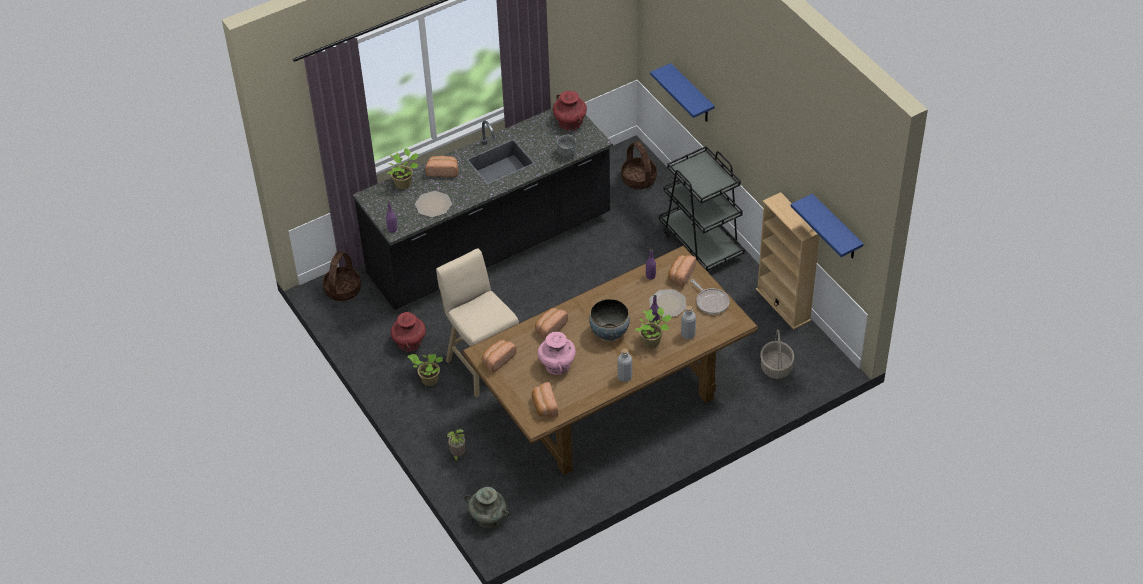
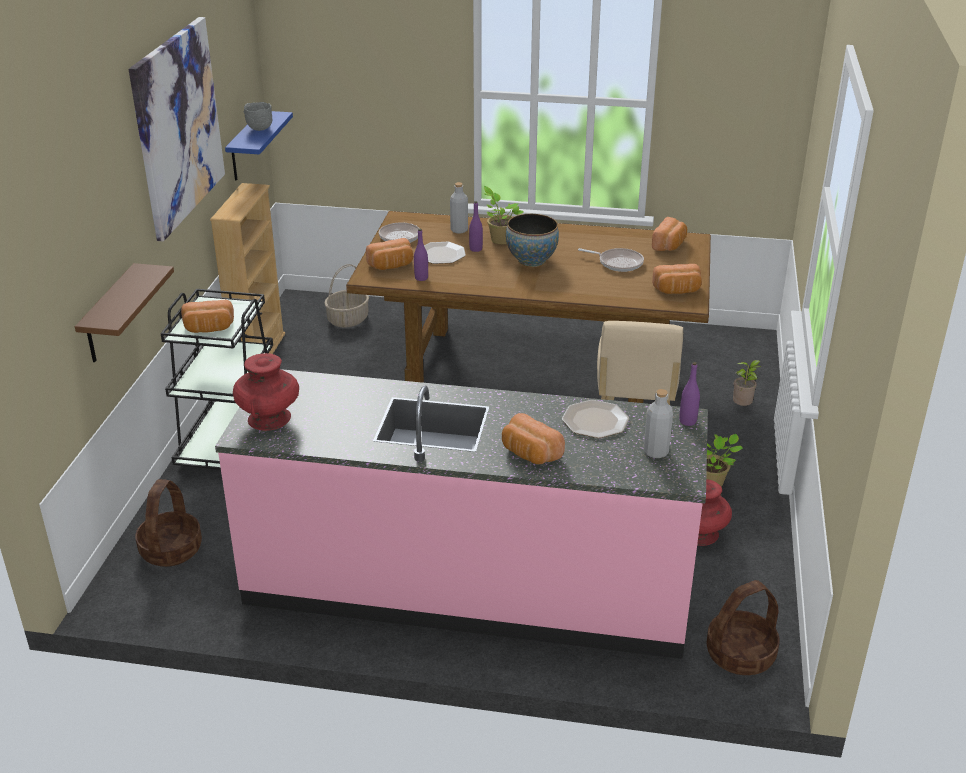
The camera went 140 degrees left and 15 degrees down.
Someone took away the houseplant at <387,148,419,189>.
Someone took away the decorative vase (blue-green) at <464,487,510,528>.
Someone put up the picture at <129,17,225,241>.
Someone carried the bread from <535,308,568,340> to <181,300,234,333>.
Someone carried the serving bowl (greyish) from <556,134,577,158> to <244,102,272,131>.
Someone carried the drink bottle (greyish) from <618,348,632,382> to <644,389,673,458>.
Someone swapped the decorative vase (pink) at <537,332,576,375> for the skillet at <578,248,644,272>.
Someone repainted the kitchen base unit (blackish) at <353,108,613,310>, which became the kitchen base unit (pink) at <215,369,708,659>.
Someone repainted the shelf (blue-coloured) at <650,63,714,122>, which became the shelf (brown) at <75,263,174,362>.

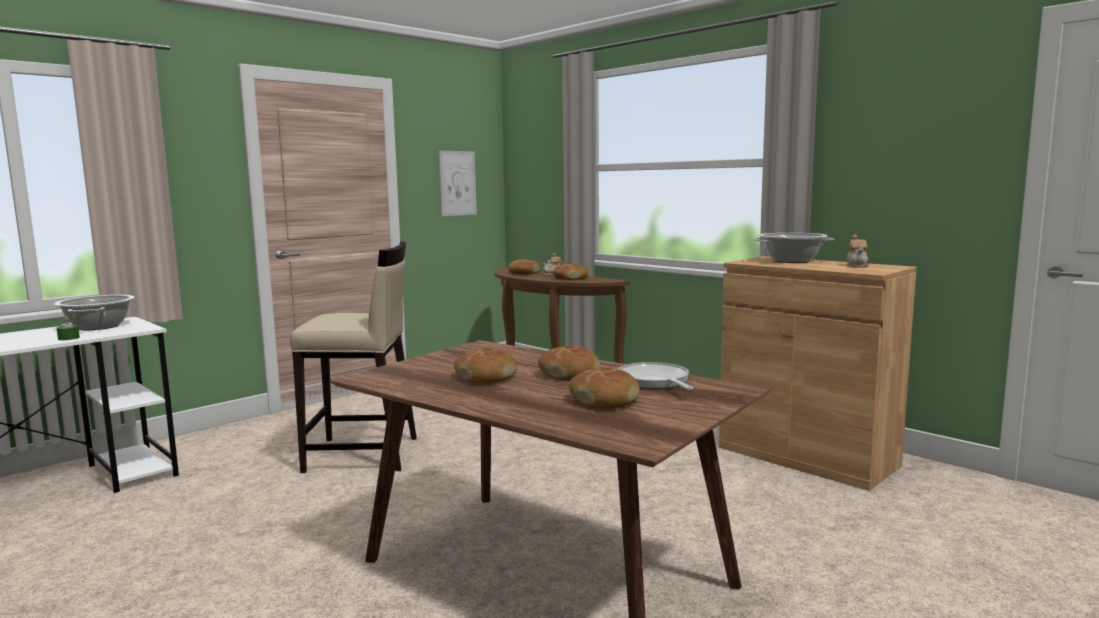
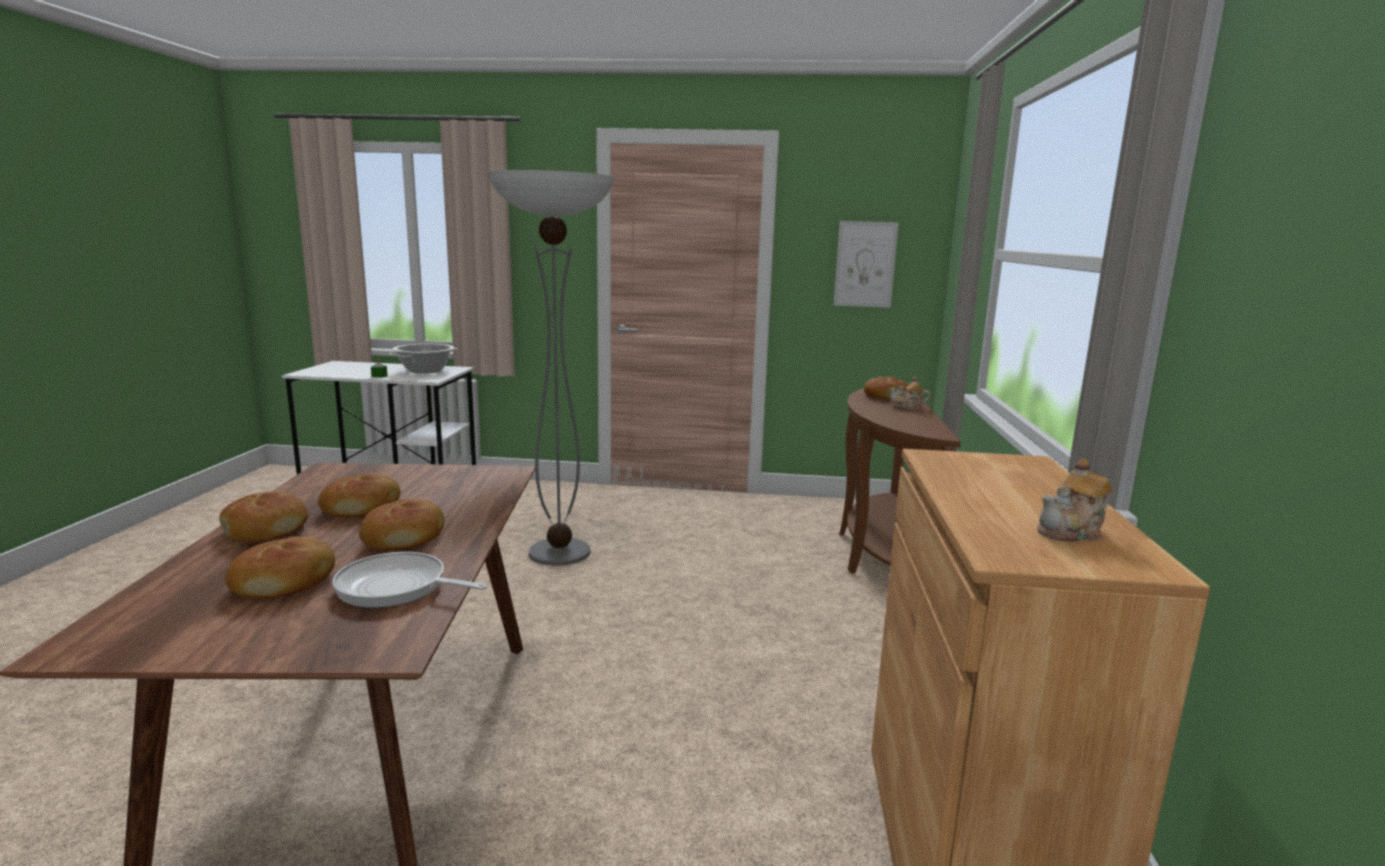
The camera went 50 degrees right and 5 degrees up.
Someone took away the saucepot at <752,233,834,263>.
Someone carried the bread from <553,263,588,280> to <219,491,308,542>.
Someone swapped the stool seat (beige-coloured) at <290,241,417,473> for the floor lamp at <489,170,613,566>.
Someone rotated the skillet at <618,362,693,390> by 105 degrees counterclockwise.

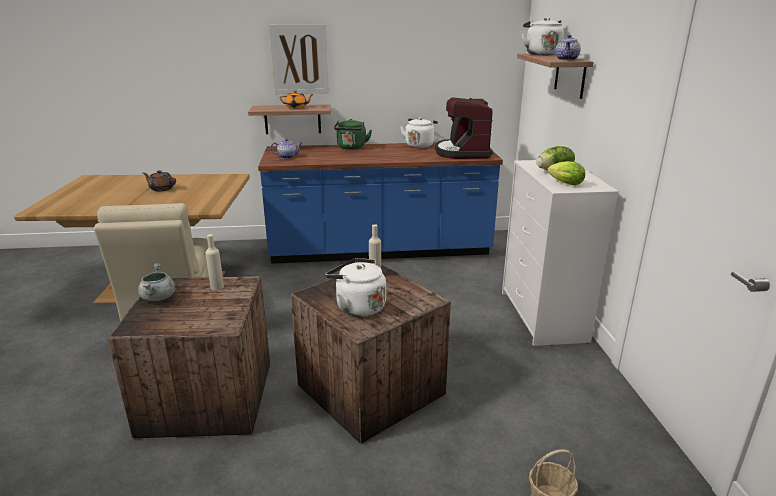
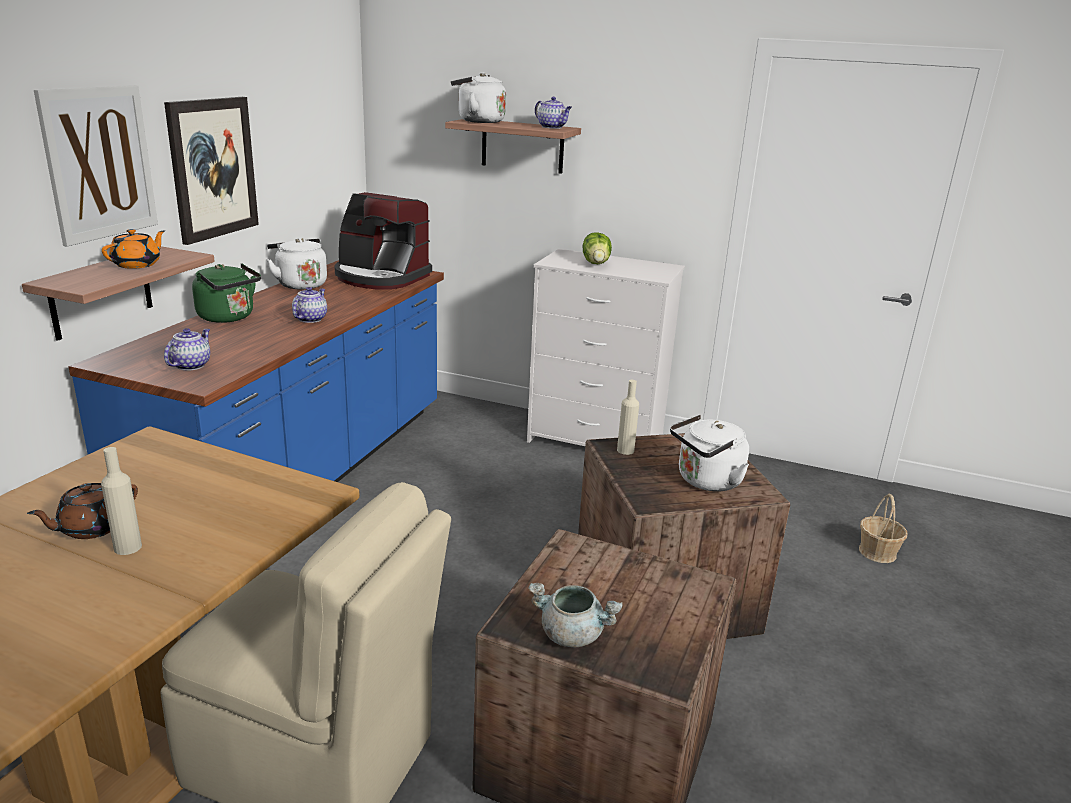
The camera went 65 degrees left and 0 degrees up.
Someone took away the head of lettuce at <547,161,585,185>.
Someone put up the picture at <164,97,259,245>.
Someone put down the tea pot at <292,287,327,323>.
Someone carried the drink bottle (beige-coloured) from <205,234,224,290> to <101,447,142,555>.

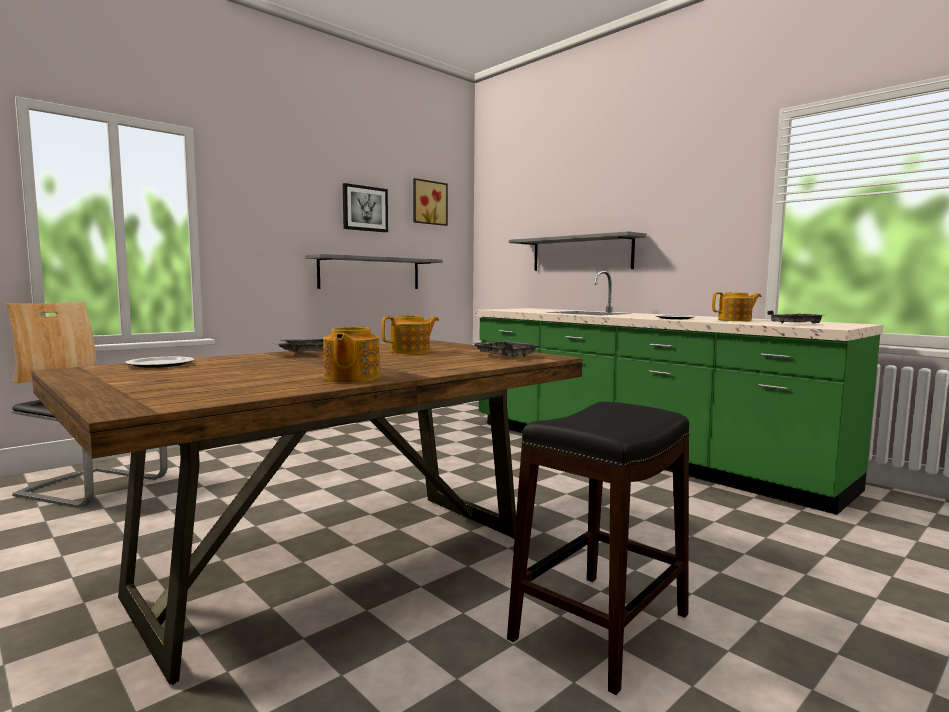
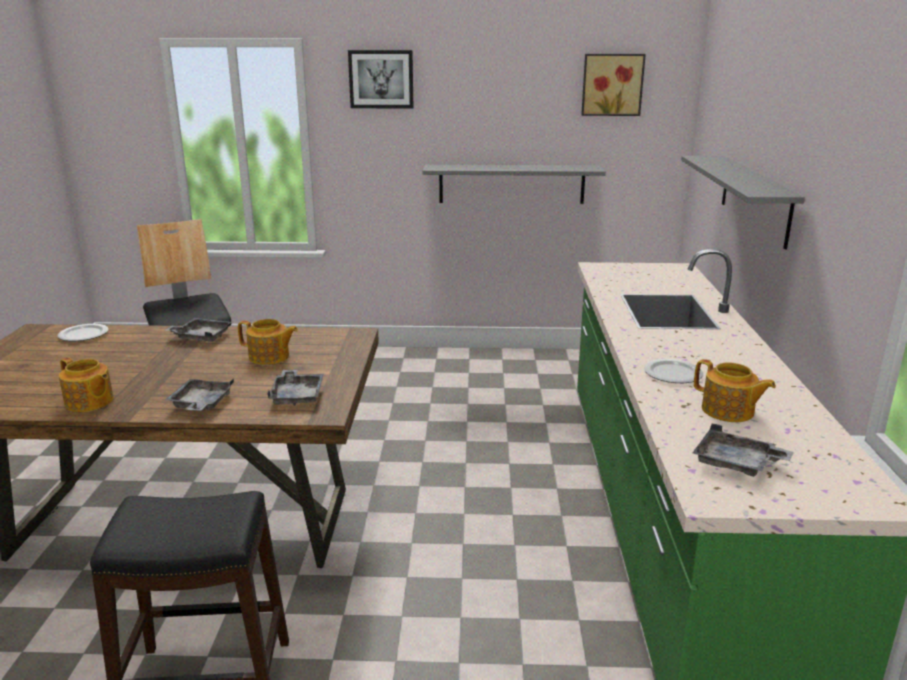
The camera went 45 degrees right and 15 degrees up.
Someone put down the carrying tray (greyish) at <165,379,234,411>.
Someone carried the picture from <343,183,388,232> to <348,50,414,108>.
Someone rotated the tea pot at <323,326,380,382> by 105 degrees counterclockwise.

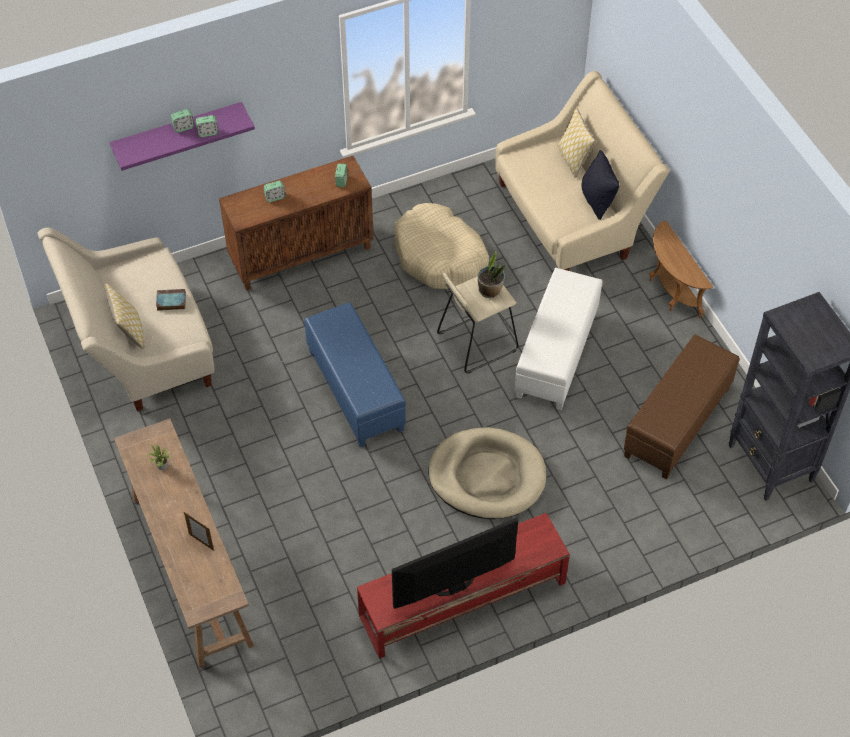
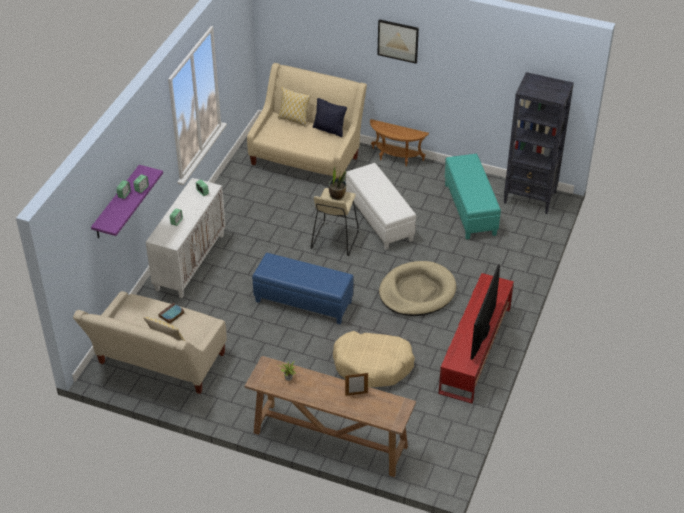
The camera went 45 degrees left and 10 degrees down.
Someone put up the picture at <377,19,419,64>.
Someone carried the dog cushion (beige-coloured) from <394,203,489,289> to <333,331,415,387>.
Someone repainted the cupboard (brown) at <219,156,374,290>, which became the cupboard (white-coloured) at <146,178,226,298>.
Someone repainted the pouffe (brown) at <624,334,740,480>, which became the pouffe (blue-green) at <445,154,501,240>.

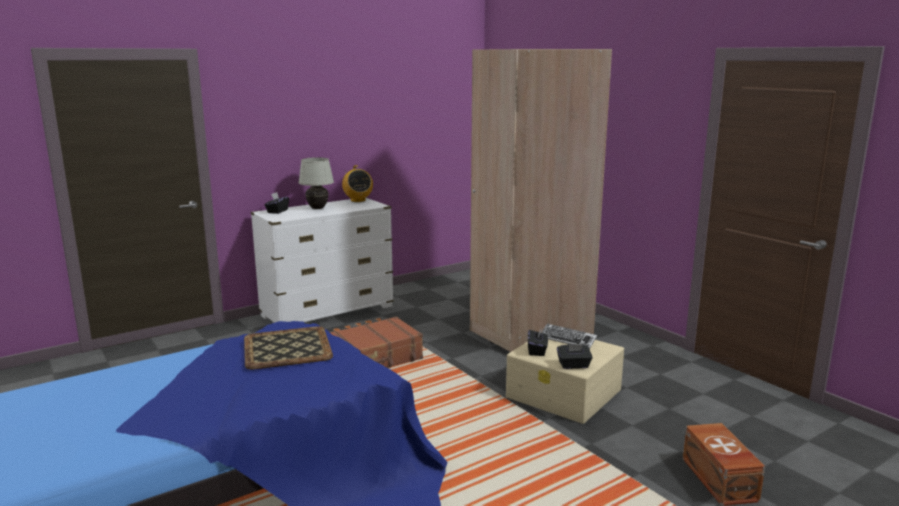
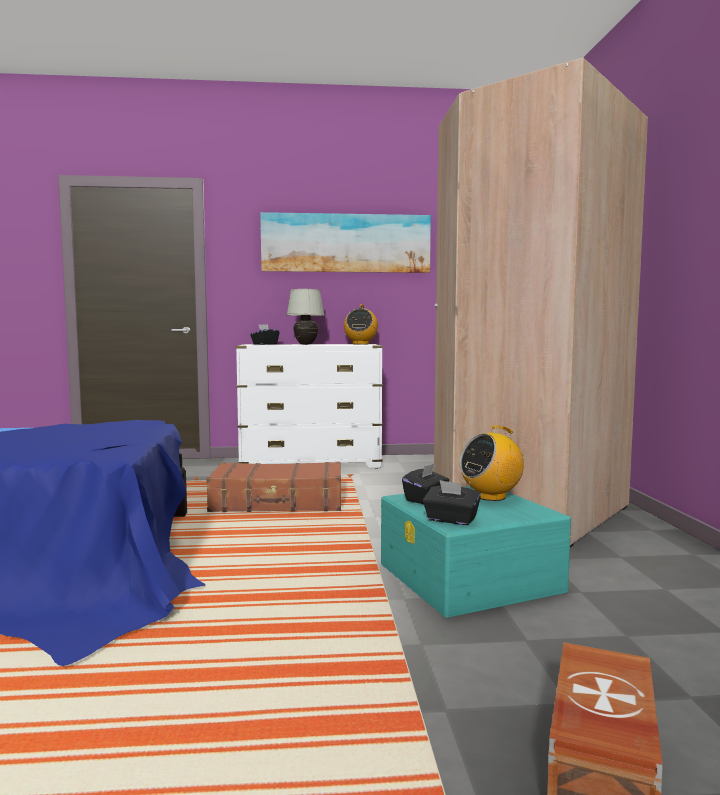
The camera went 30 degrees right and 10 degrees down.
Someone took away the carrying tray at <244,326,333,370>.
Someone put up the picture at <260,212,431,273>.
Someone swapped the computer keyboard at <541,324,597,349> for the radio receiver at <459,425,524,501>.
Someone repainted the storage container (beige-coloured) at <506,340,624,424>, which became the storage container (blue-green) at <381,486,572,618>.

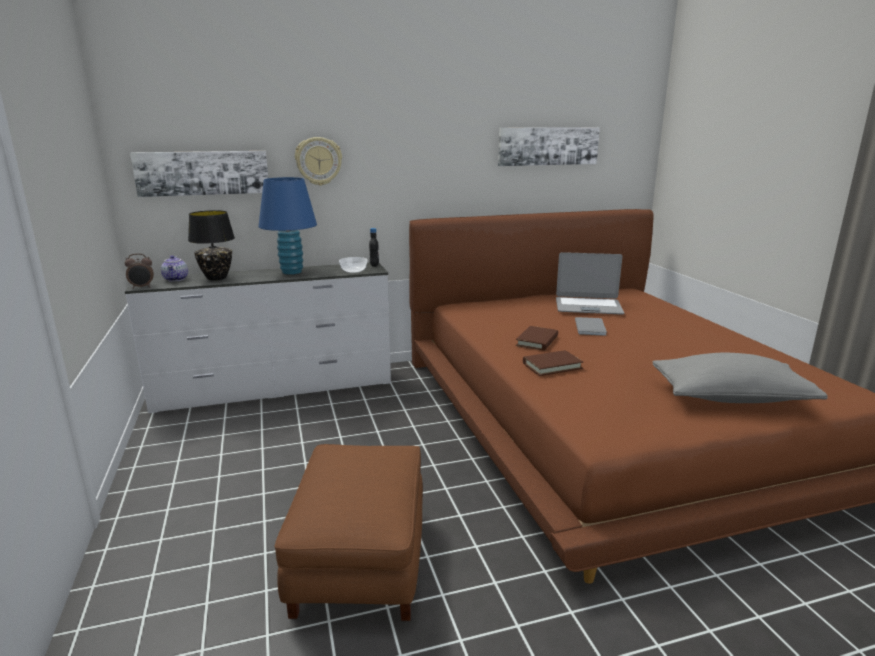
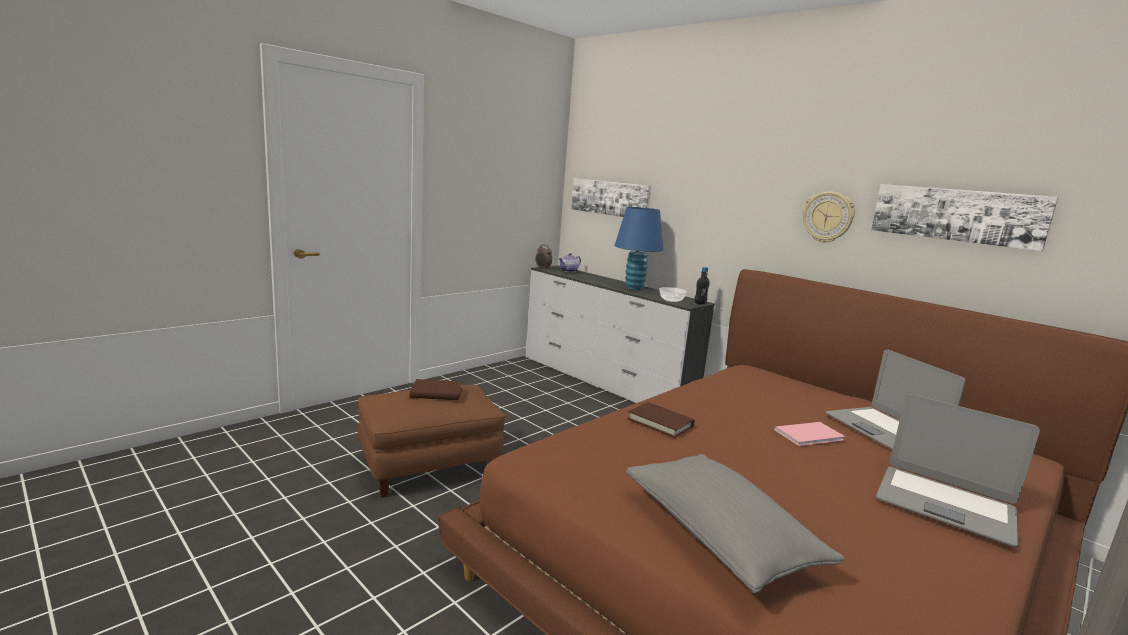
The camera went 60 degrees right and 5 degrees down.
Someone took away the lamp for a table (blackish) at <188,210,235,280>.
Someone put down the laptop at <876,394,1040,547>.
Someone carried the clock on the wall from <295,137,342,186> to <803,191,855,243>.
Someone carried the bound book (brown) from <516,326,558,351> to <409,379,462,400>.
Someone repainted the bound book (greyish) at <575,317,607,336>, which became the bound book (pink) at <774,422,845,446>.

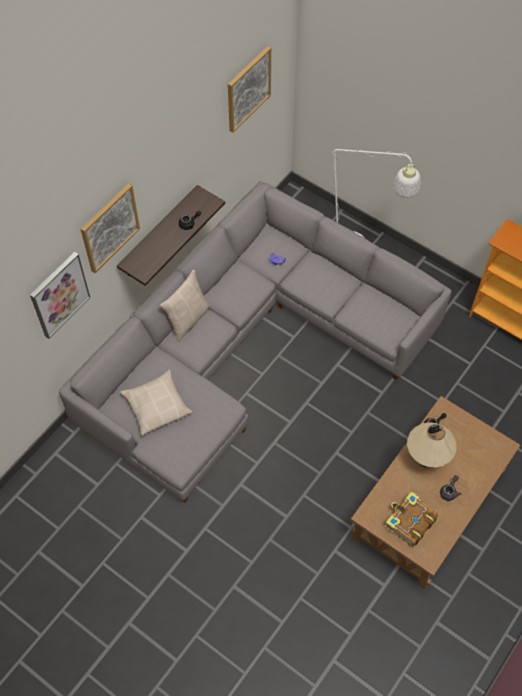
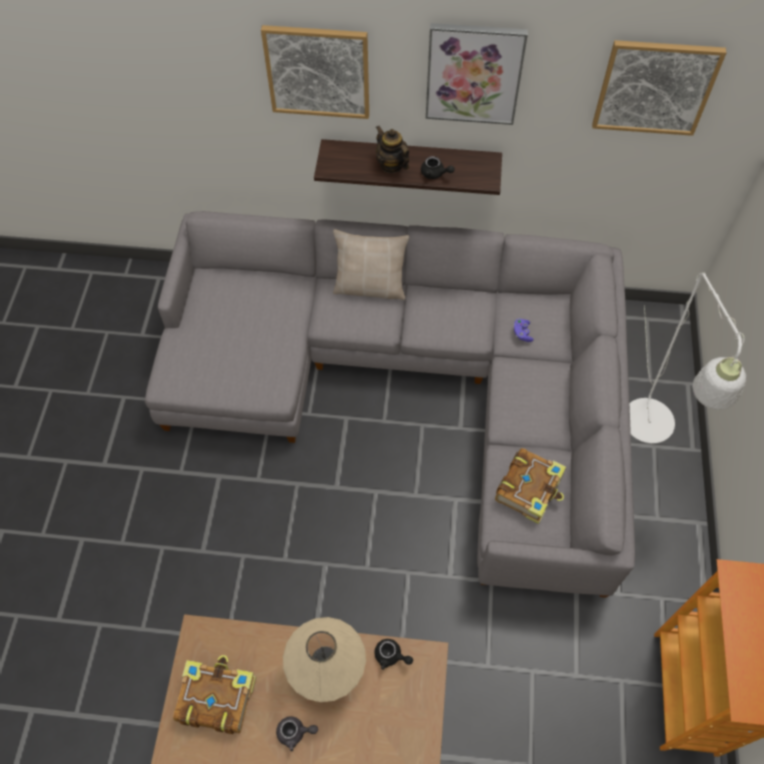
The camera went 60 degrees right and 0 degrees up.
Someone took away the cushion (beige-coloured) at <120,370,192,436>.
Someone put down the tea pot at <376,126,409,173>.
Someone put down the bound book at <495,448,566,524>.
Someone carried the picture from <30,252,90,339> to <426,23,528,125>.

